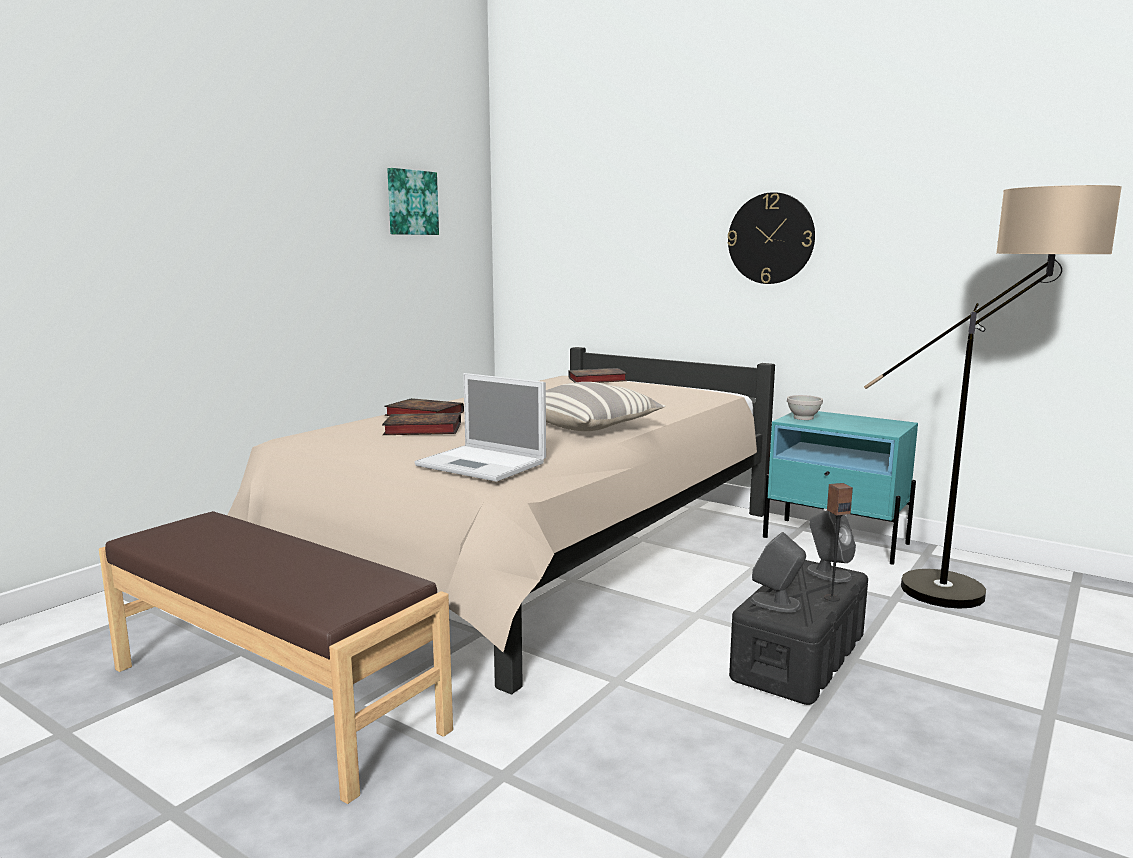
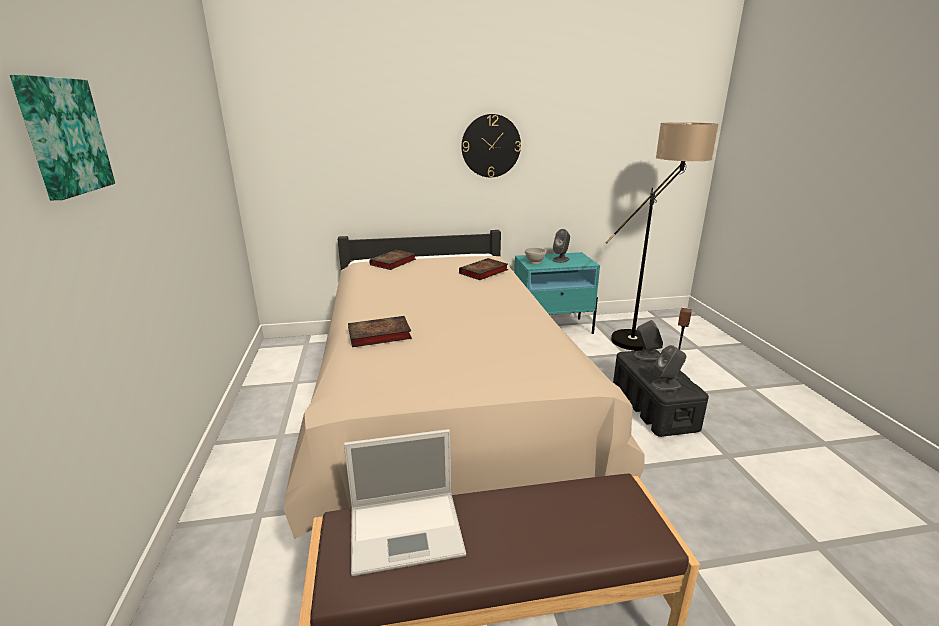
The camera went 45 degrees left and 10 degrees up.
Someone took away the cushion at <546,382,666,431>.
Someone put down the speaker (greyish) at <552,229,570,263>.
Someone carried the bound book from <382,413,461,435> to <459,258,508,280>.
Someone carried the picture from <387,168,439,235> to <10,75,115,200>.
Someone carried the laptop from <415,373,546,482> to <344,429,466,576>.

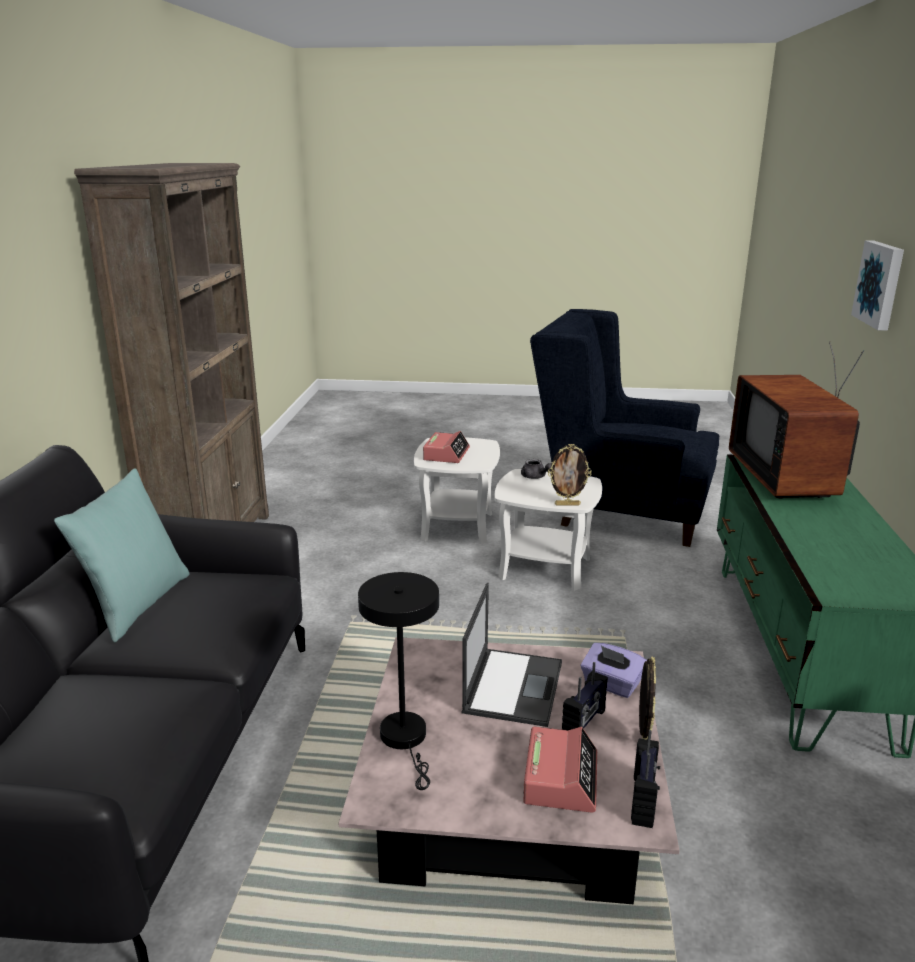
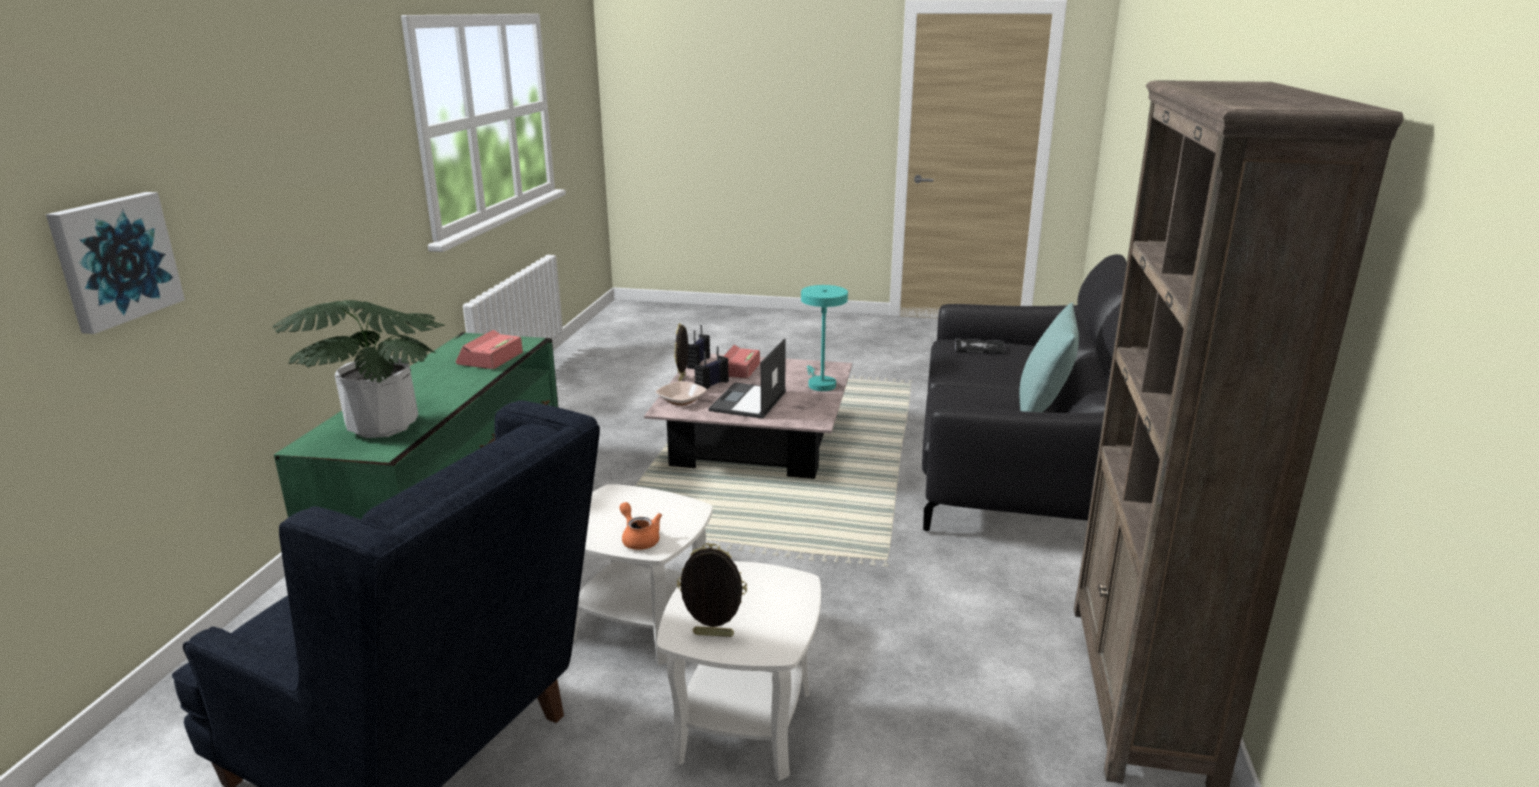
The camera went 175 degrees left and 0 degrees up.
Someone put down the bound book at <955,339,1006,355>.
Someone carried the table clock from <423,431,470,463> to <456,330,523,369>.
Someone carried the standing frame from <548,444,592,506> to <677,543,747,637>.
Someone swapped the tissue holder (purple) at <581,643,647,698> for the serving bowl at <656,381,707,406>.
Someone swapped the TV at <729,341,864,499> for the houseplant at <273,300,445,438>.
Someone repainted the lamp for a table (blackish) at <358,572,439,790>, which became the lamp for a table (blue-green) at <801,285,848,391>.
Someone repainted the tea pot (greyish) at <521,459,551,479>, which became the tea pot (orange) at <619,502,662,550>.

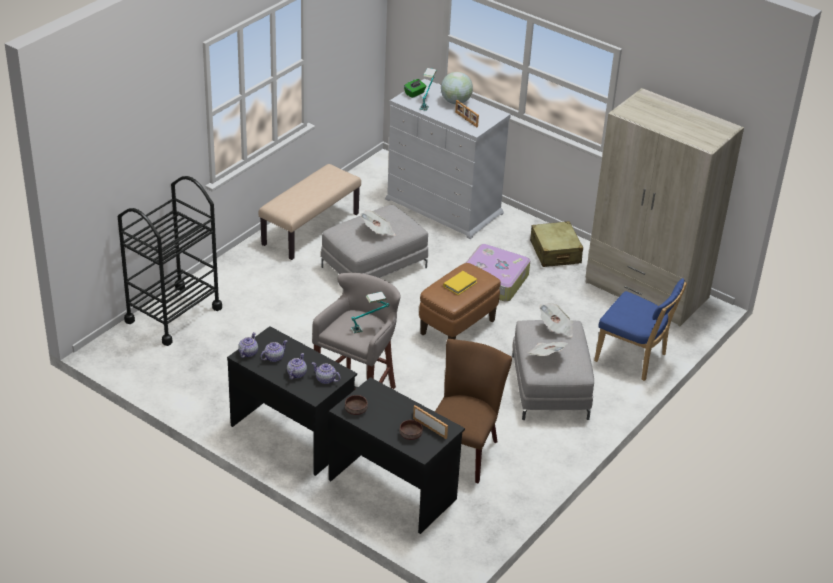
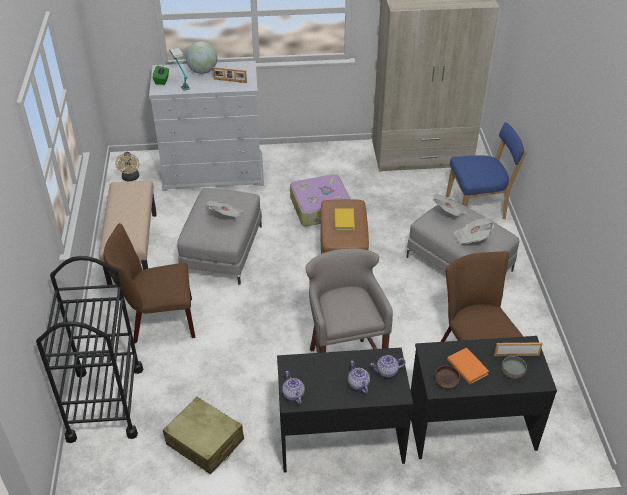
The camera went 40 degrees left and 5 degrees up.
Someone took away the tea pot at <261,340,287,362>.
Someone took away the lamp for a table at <351,292,390,334>.
Someone put down the chair (brown) at <104,223,195,343>.
Someone put down the fan (beige-coloured) at <115,152,139,181>.
Someone put down the bound book (orange) at <447,348,489,385>.
Someone carried the suitcase (beige-coloured) from <530,221,583,267> to <163,397,244,474>.
Someone repainted the serving bowl (brown) at <399,420,423,440>, which became the serving bowl (greyish) at <501,356,527,379>.

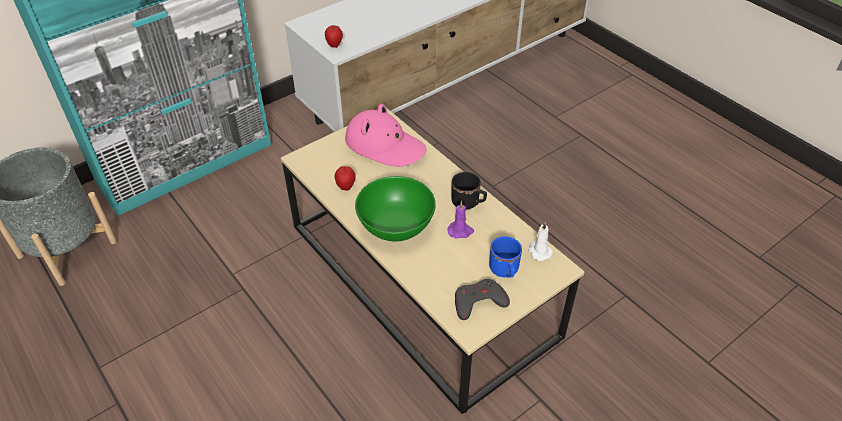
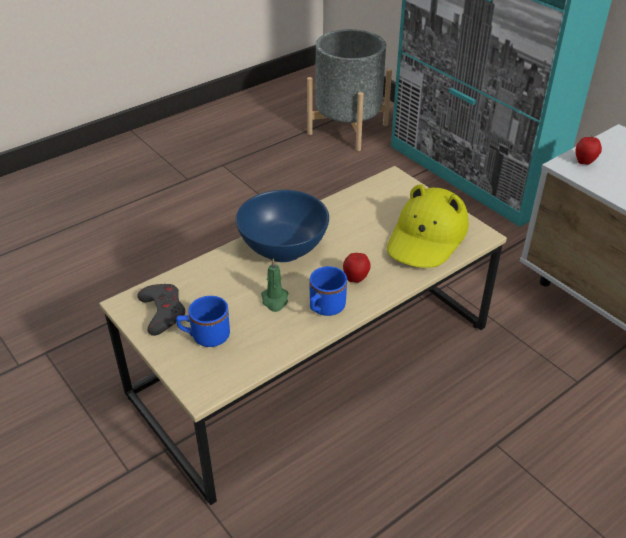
The camera went 90 degrees right and 5 degrees down.
Someone took away the wax candle (white-coloured) at <528,222,553,261>.
Someone carried the whole apple from <335,166,356,191> to <343,253,371,283>.
Someone repainted the wearable hat (pink) at <345,104,427,167>, which became the wearable hat (yellow) at <387,184,469,268>.
Someone repainted the serving bowl (green) at <355,176,436,241>, which became the serving bowl (blue-coloured) at <236,190,329,262>.
Someone repainted the wax candle (purple) at <447,201,474,239>, which became the wax candle (green) at <261,258,288,312>.
Someone repainted the tea mug (blackish) at <451,172,487,209>, which became the tea mug (blue-coloured) at <309,266,347,316>.

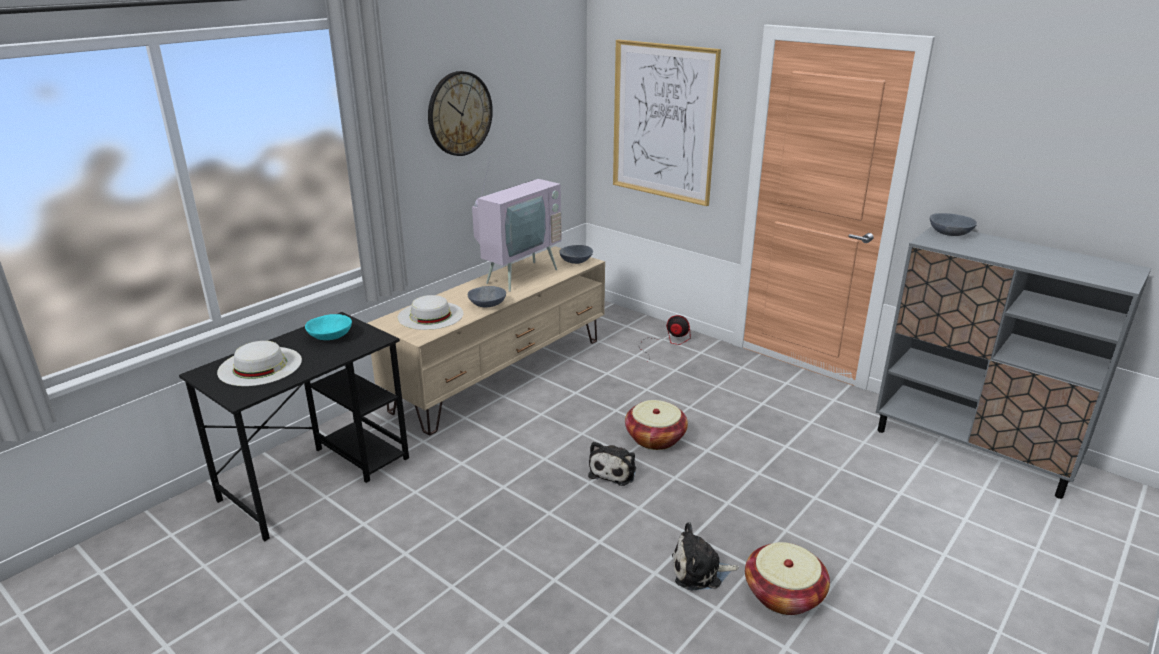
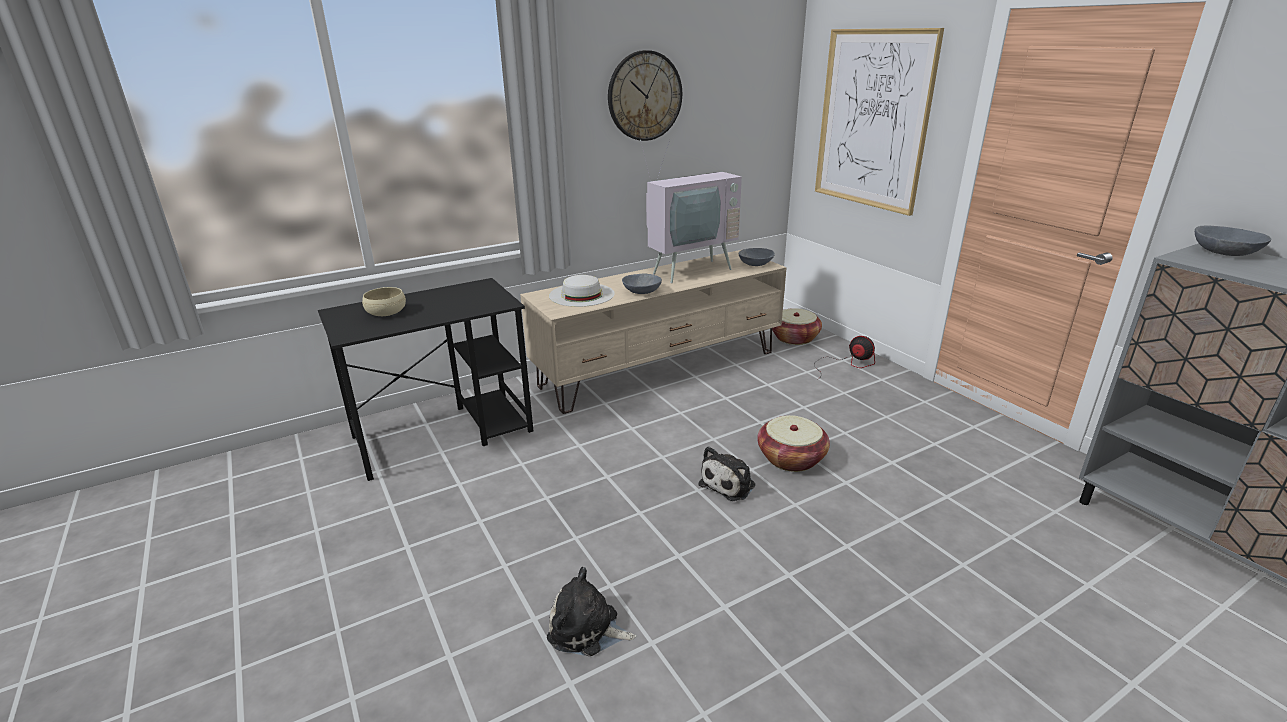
The camera went 20 degrees right and 0 degrees up.
Someone took away the serving bowl (blue-green) at <305,314,352,340>.
Someone carried the soft toy from <672,522,739,590> to <547,567,636,656>.
Someone carried the basket from <745,542,830,615> to <772,308,822,345>.
Someone swapped the wearable hat (white-coloured) at <217,341,302,386> for the serving bowl (beige-coloured) at <362,287,406,316>.

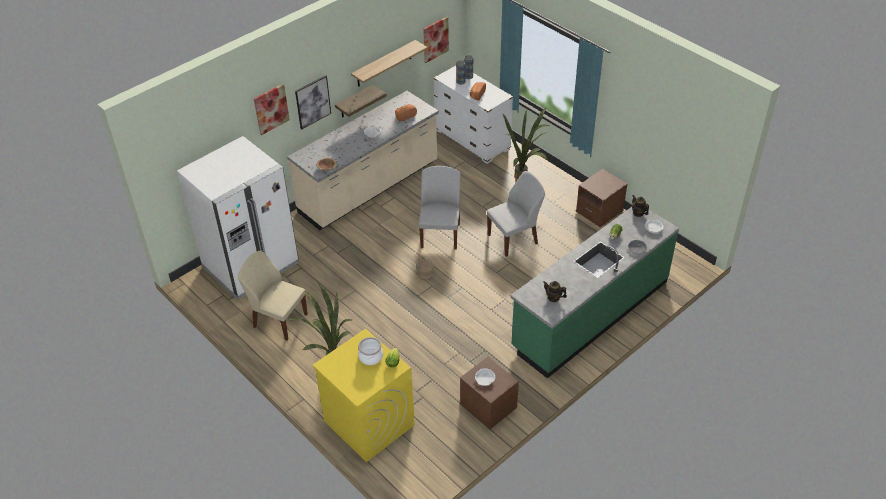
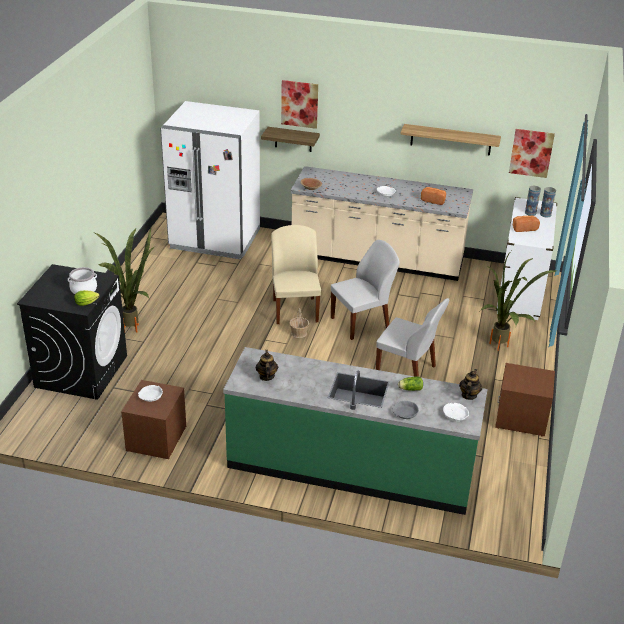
The camera went 55 degrees right and 10 degrees down.
Someone took away the picture at <295,75,331,129>.
Someone carried the chair (beige-coloured) from <238,251,308,341> to <271,225,321,324>.
Someone carried the shelf from <335,85,387,118> to <261,127,320,152>.
Someone repainted the laundry appliance (yellow) at <313,329,415,462>, which became the laundry appliance (blackish) at <17,264,127,400>.

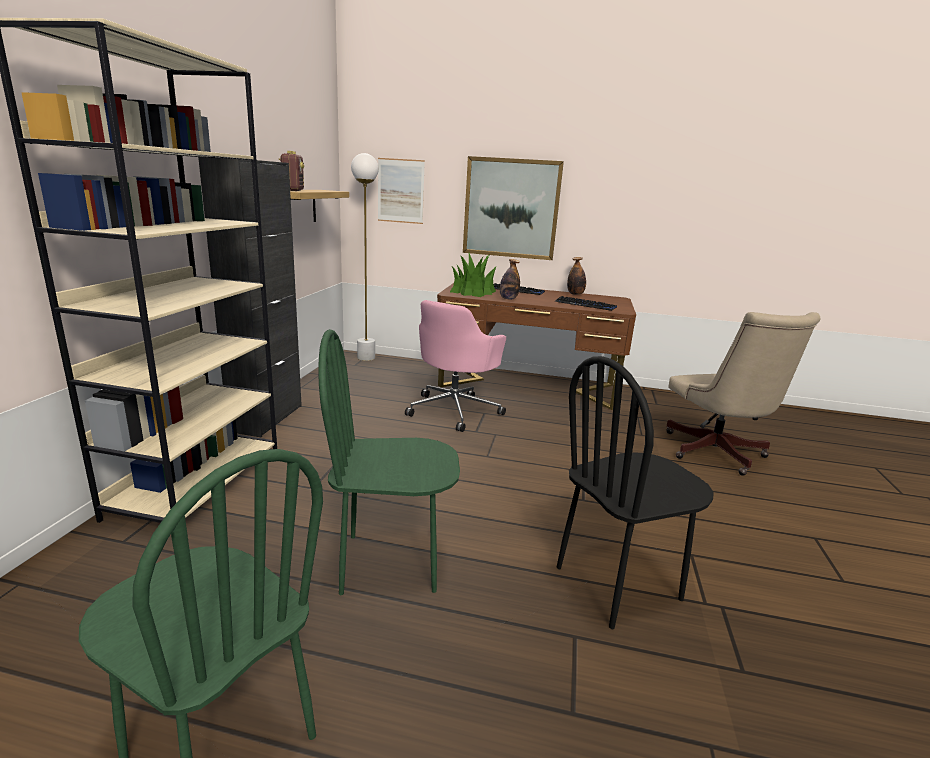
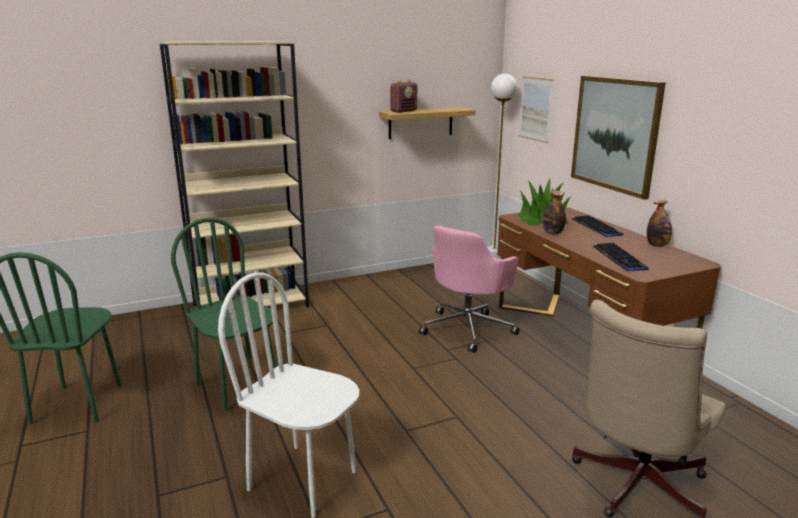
The camera went 55 degrees right and 0 degrees up.
Someone took away the cupboard (blackish) at <198,157,302,437>.
Someone repainted the chair (blackish) at <557,356,714,629>, which became the chair (white-coloured) at <218,272,360,518>.
Someone rotated the desk chair (pink) at <405,300,506,432> by 45 degrees counterclockwise.

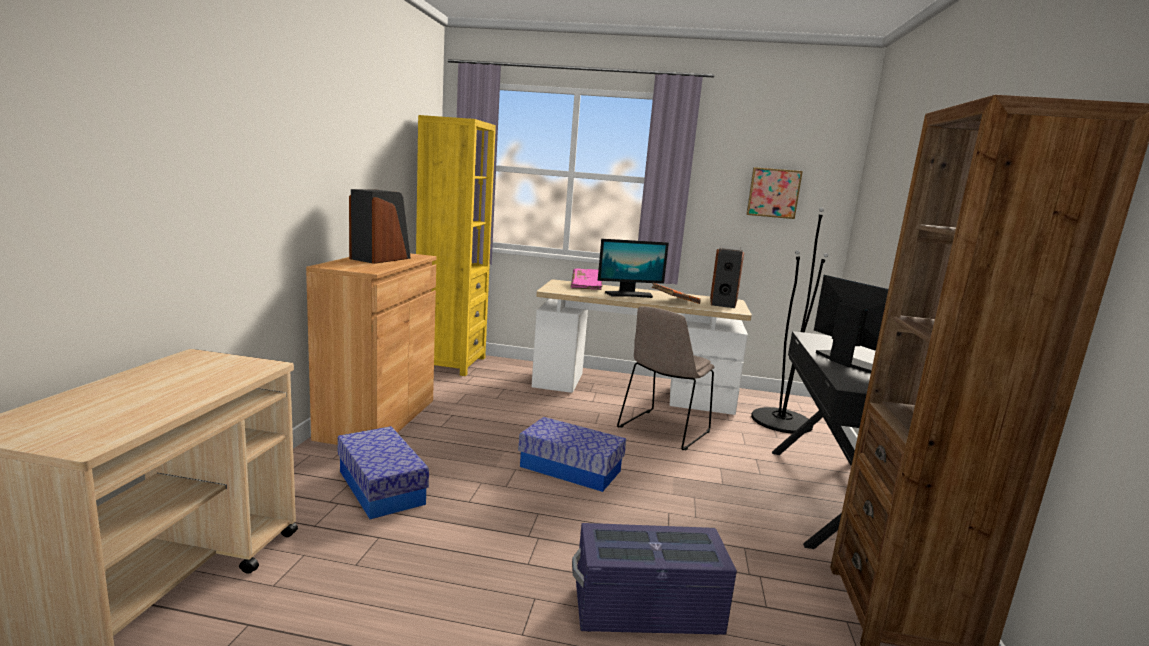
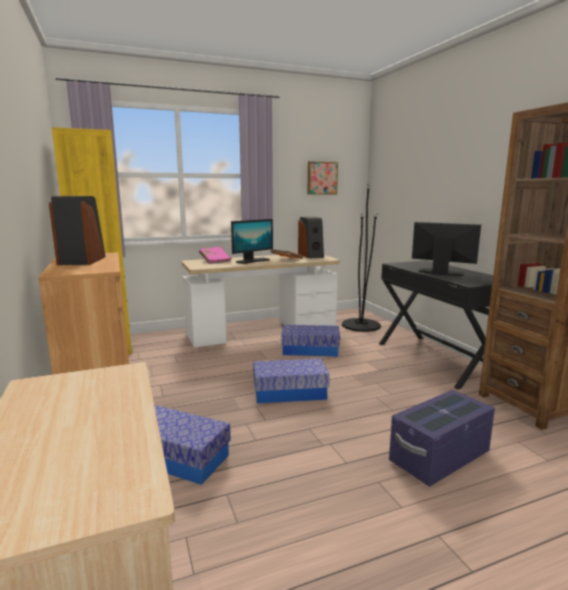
The camera went 30 degrees left and 0 degrees up.
Someone swapped the chair (beige-coloured) at <617,306,714,450> for the storage container at <281,325,340,357>.

